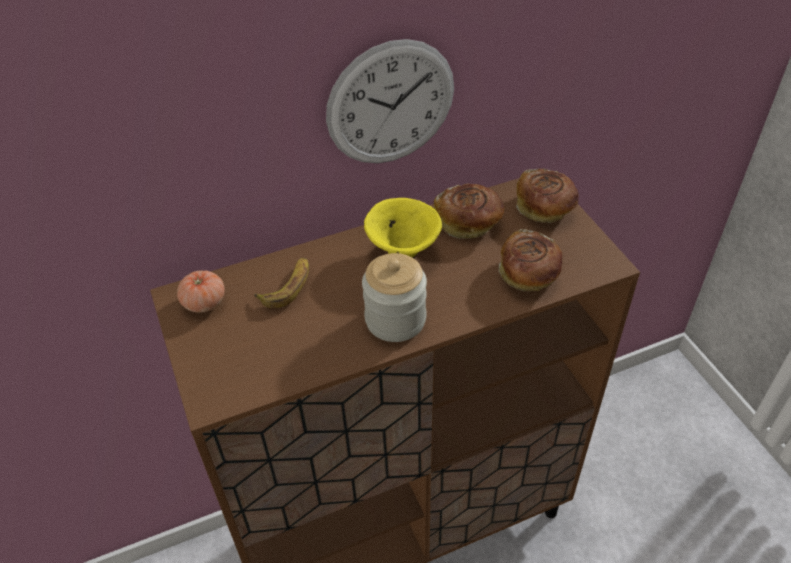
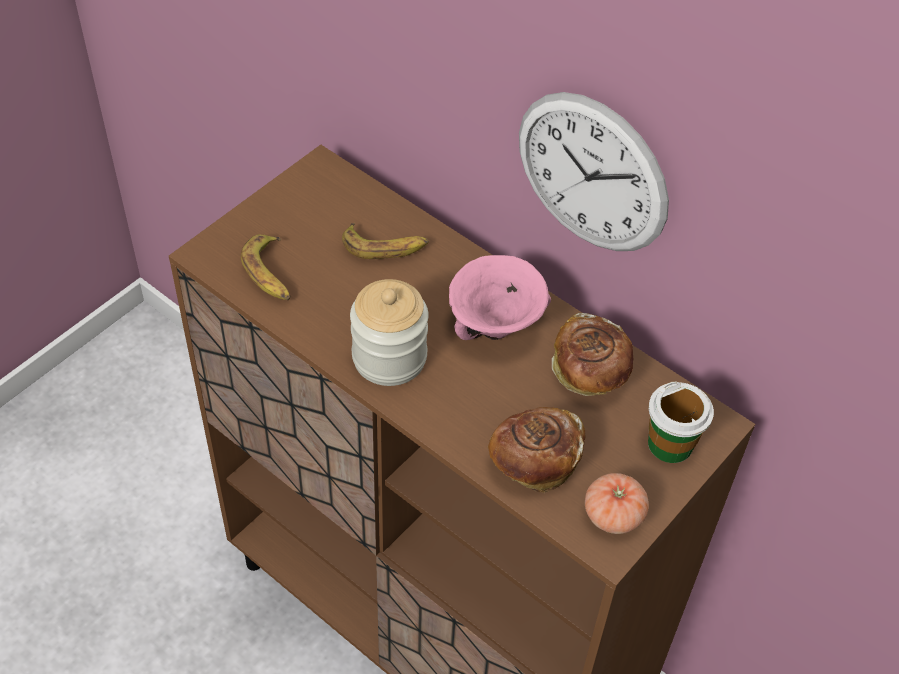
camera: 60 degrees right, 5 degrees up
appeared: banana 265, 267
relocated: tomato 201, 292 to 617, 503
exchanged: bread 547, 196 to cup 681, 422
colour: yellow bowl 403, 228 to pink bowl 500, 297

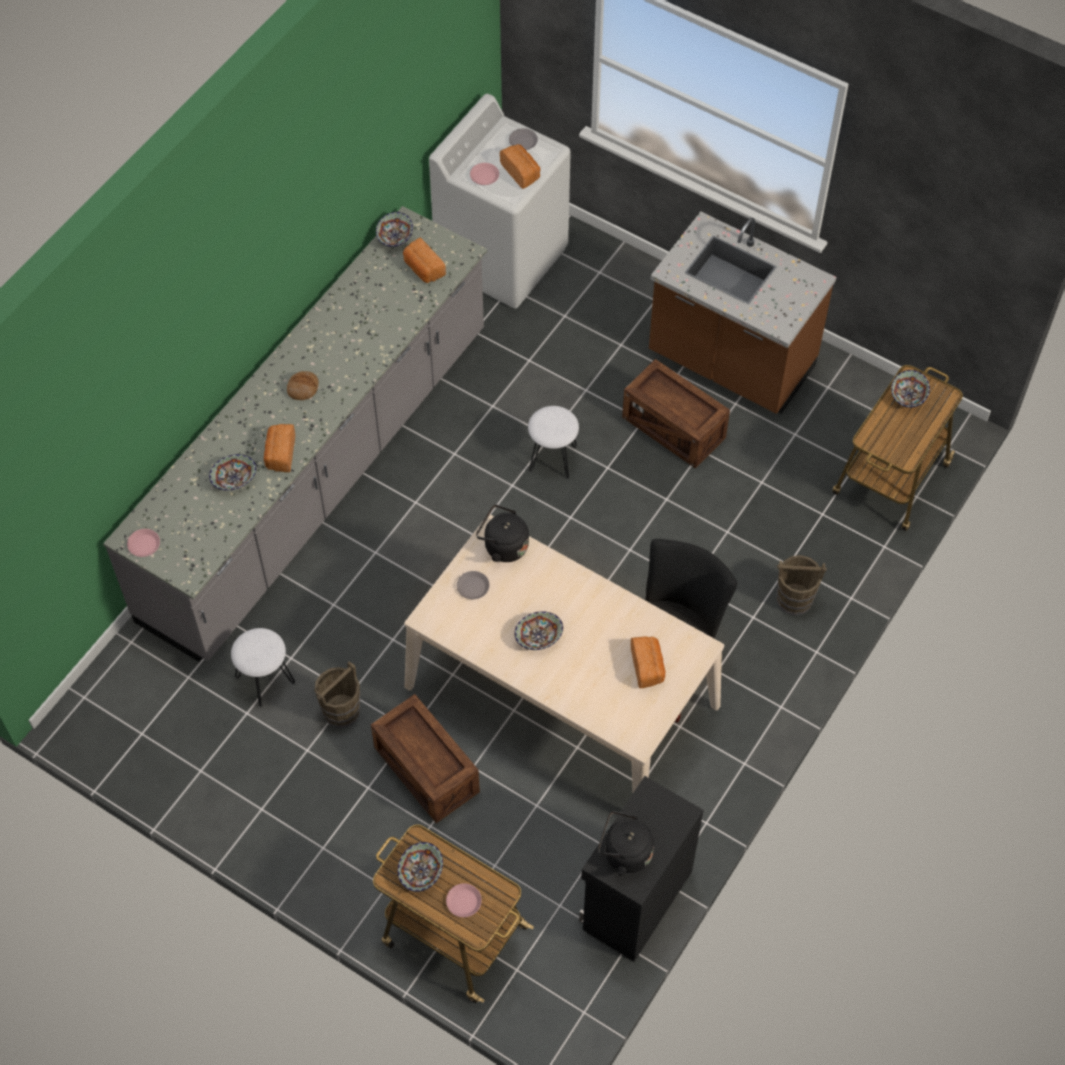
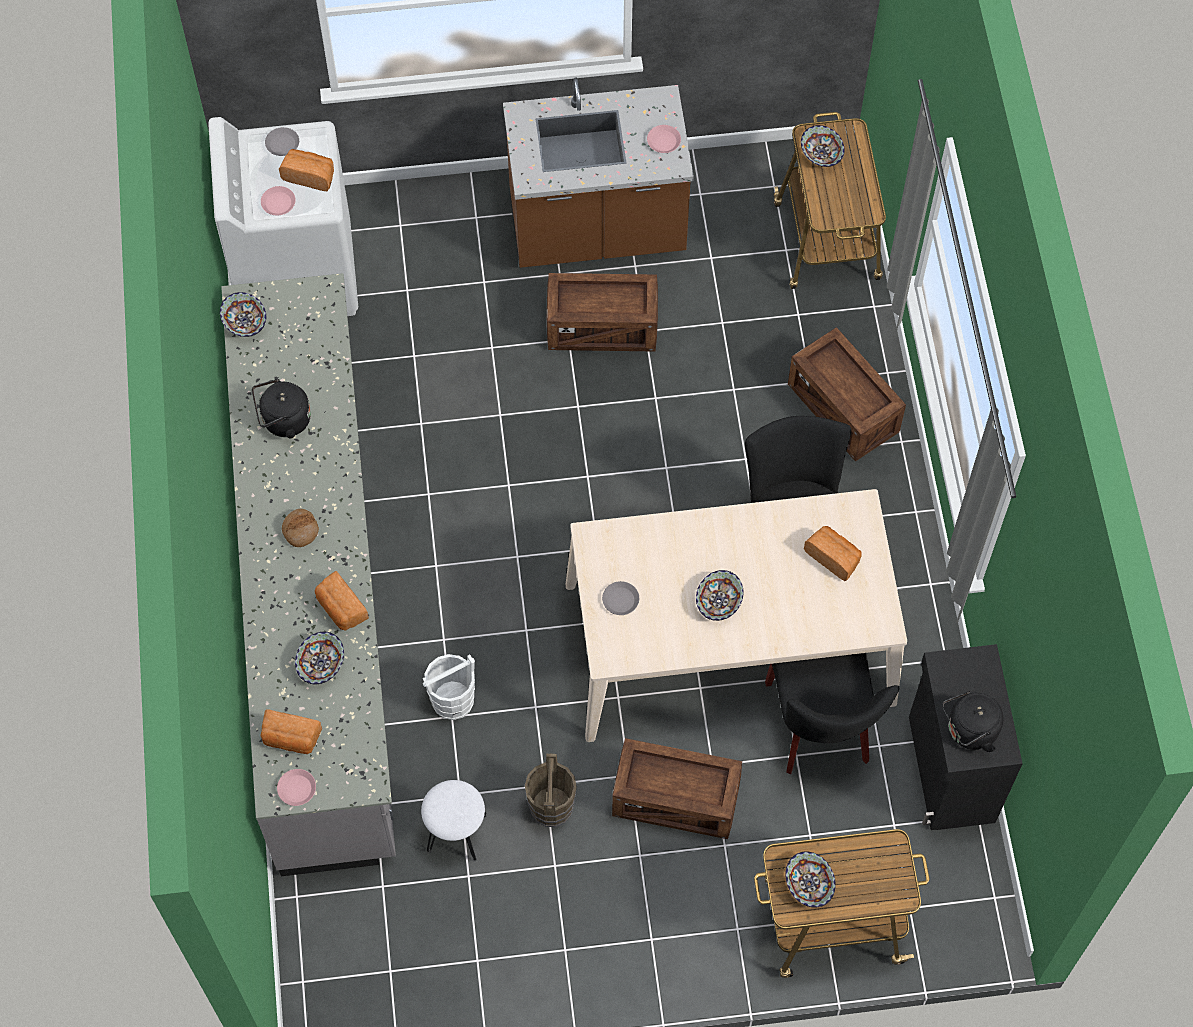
camera: 40 degrees left, 5 degrees up
missing: white stool 553, 442
appeared: white bucket 449, 687; black chair 832, 713
relocated: black kettle 502, 533 to 281, 409; bread 424, 260 to 291, 731; pink plate 464, 900 to 664, 139
exchanged: brown bucket 802, 585 to crate 847, 394

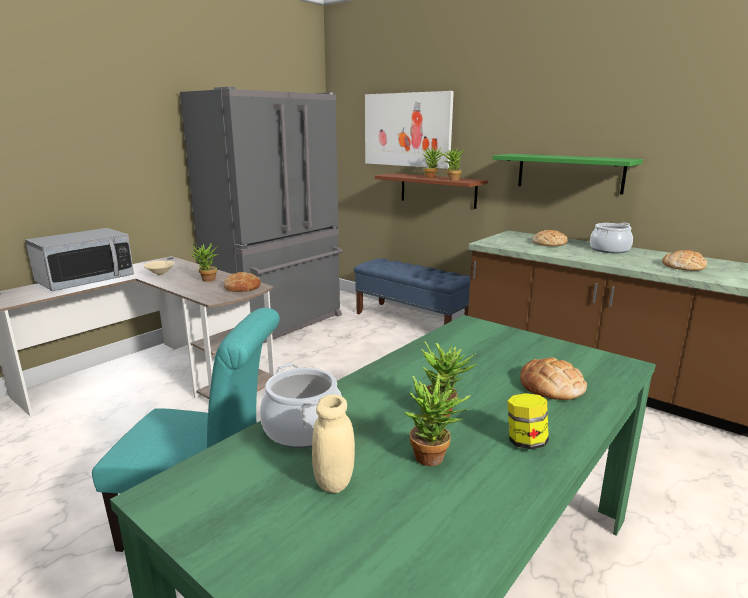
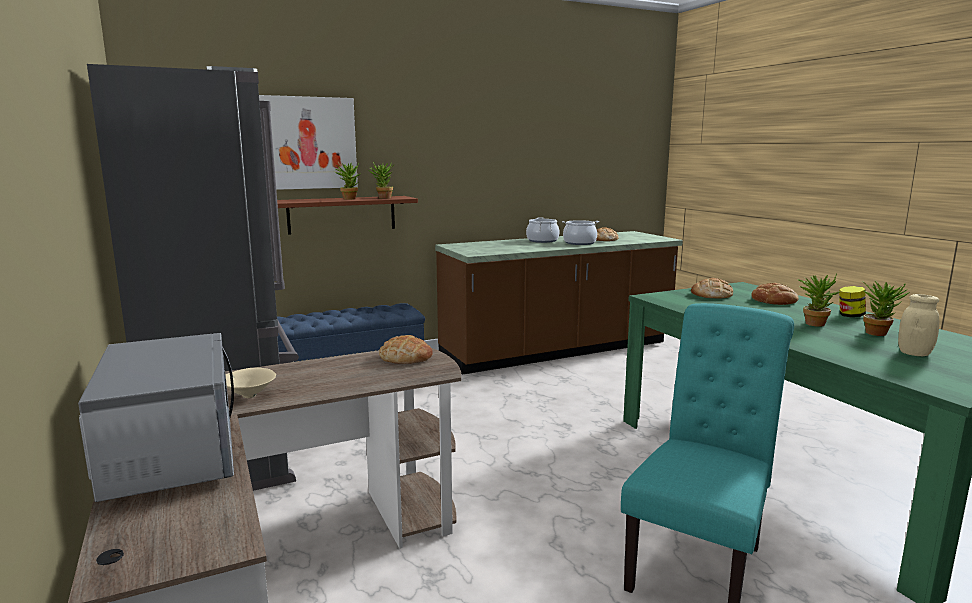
camera: 65 degrees left, 5 degrees down
missing: potted plant 204, 262; green shelf 567, 174
relocated: cooking pot 301, 405 to 580, 232; bread 550, 238 to 712, 288

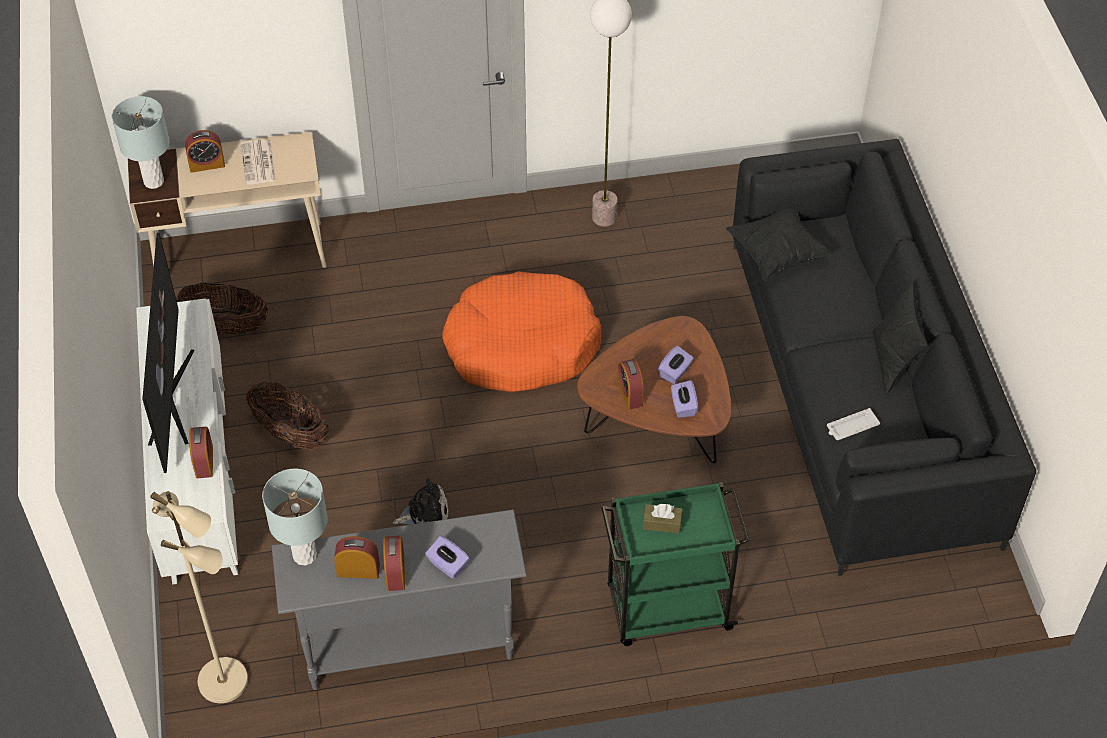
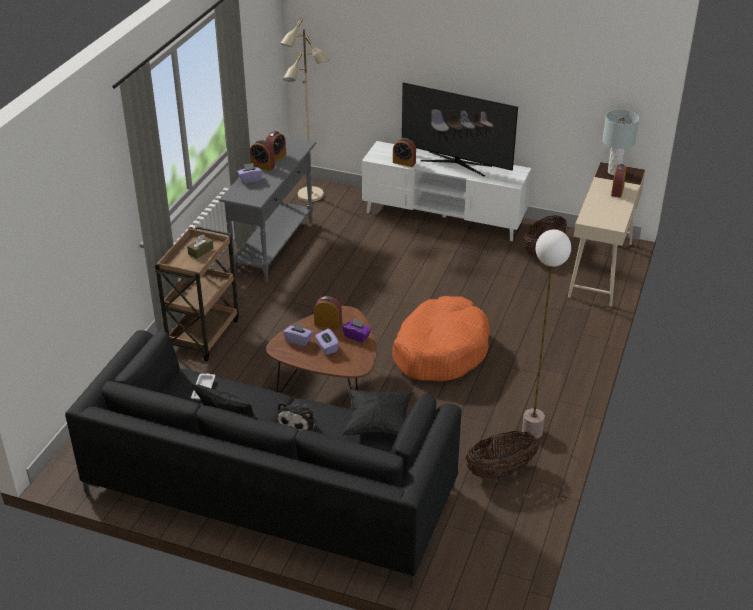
camera: 120 degrees right, 15 degrees down
missing: newspaper 258, 162; grey table lamp 295, 517
appeared: purple tissue box 356, 330
relocated: plush toy 420, 501 to 297, 416; basket 287, 415 to 502, 454
colour: green cart 675, 564 to brown cart 197, 293

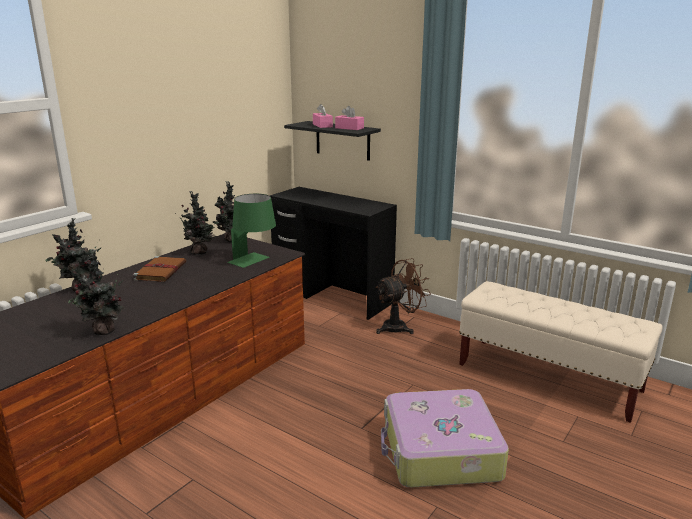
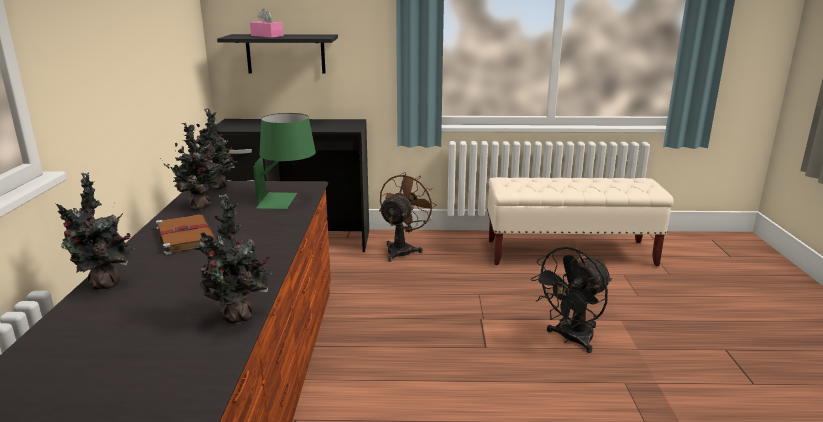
camera: 35 degrees left, 0 degrees up
missing: pink tissue box 349, 118
exchanged: suitcase 445, 438 to black fan 571, 300

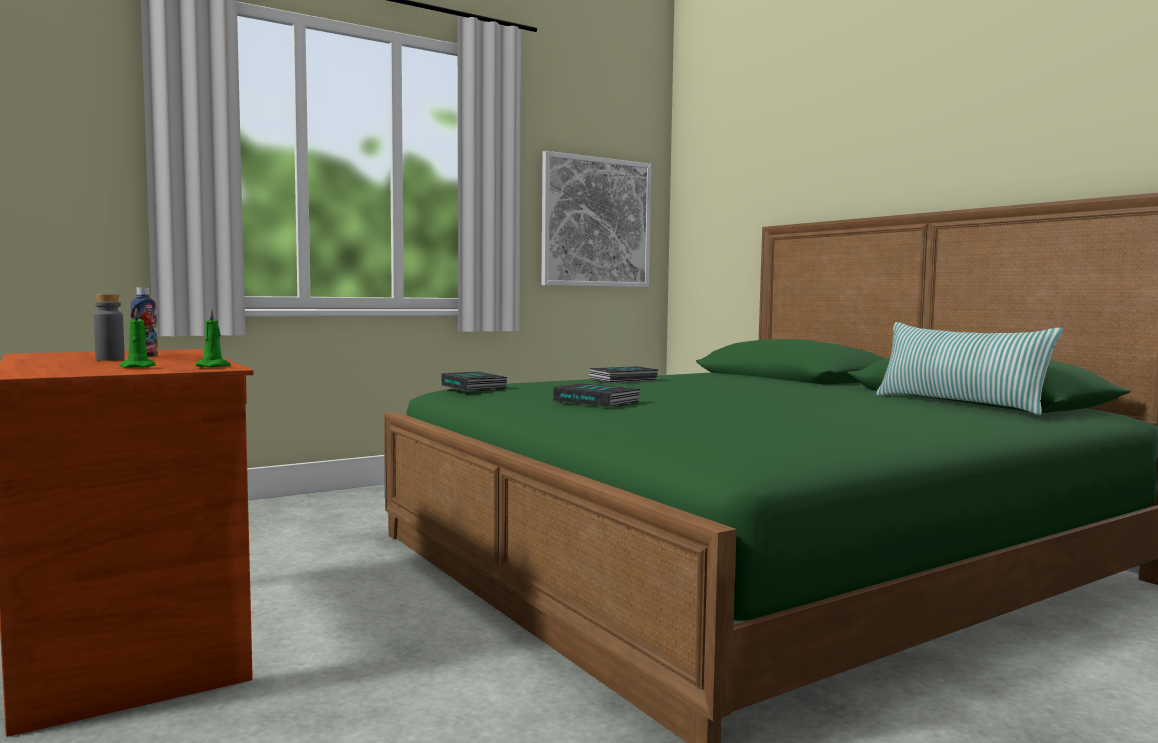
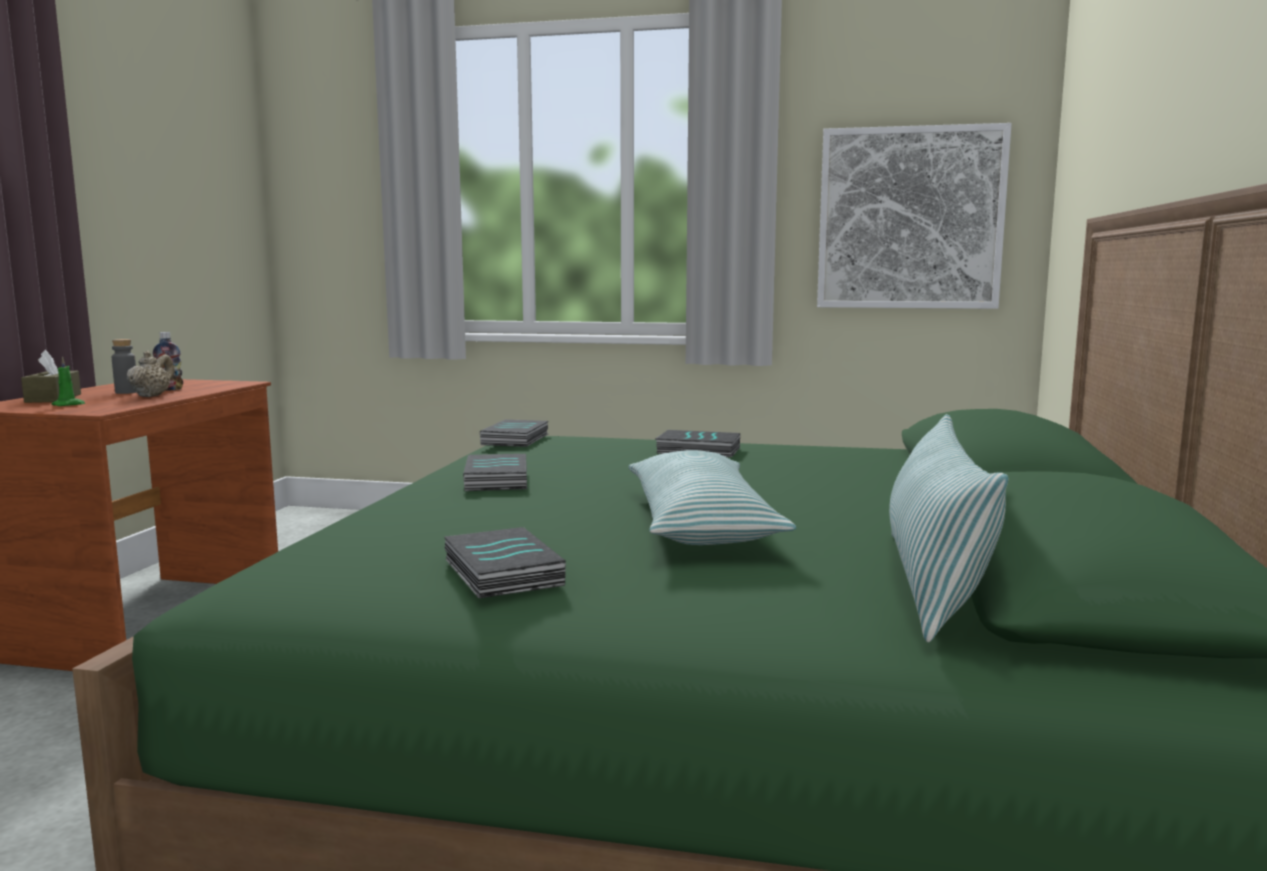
camera: 45 degrees right, 5 degrees up
missing: green candle 213, 337
appeared: brown tissue box 51, 376; beige teapot 150, 374; book 505, 562; pillow 712, 497

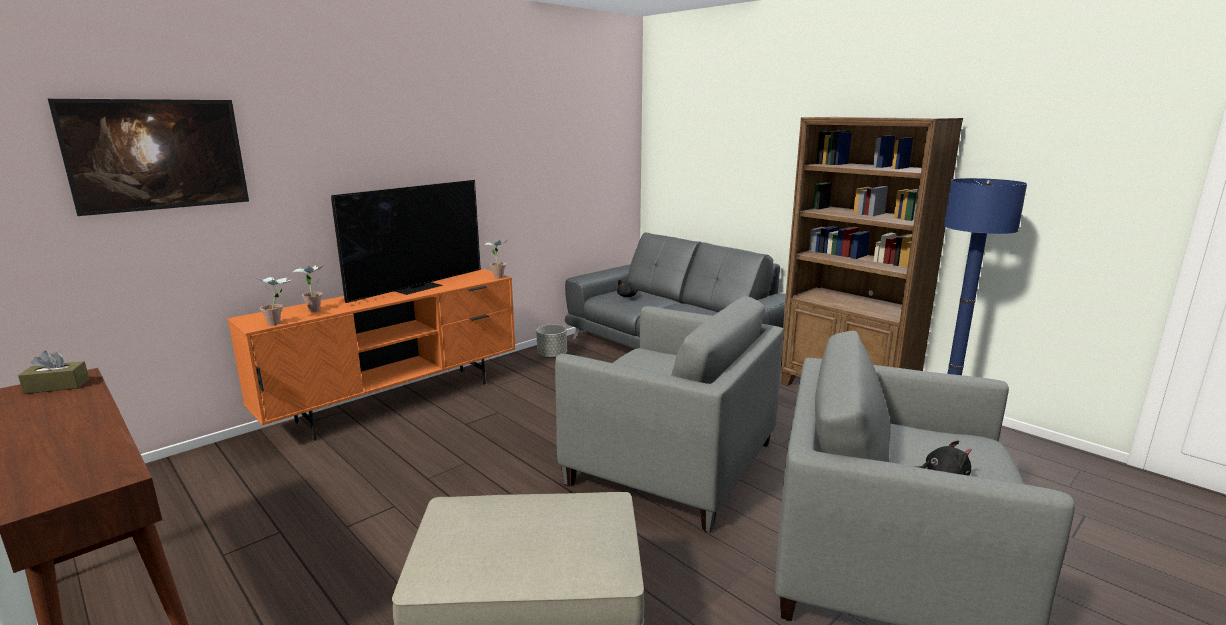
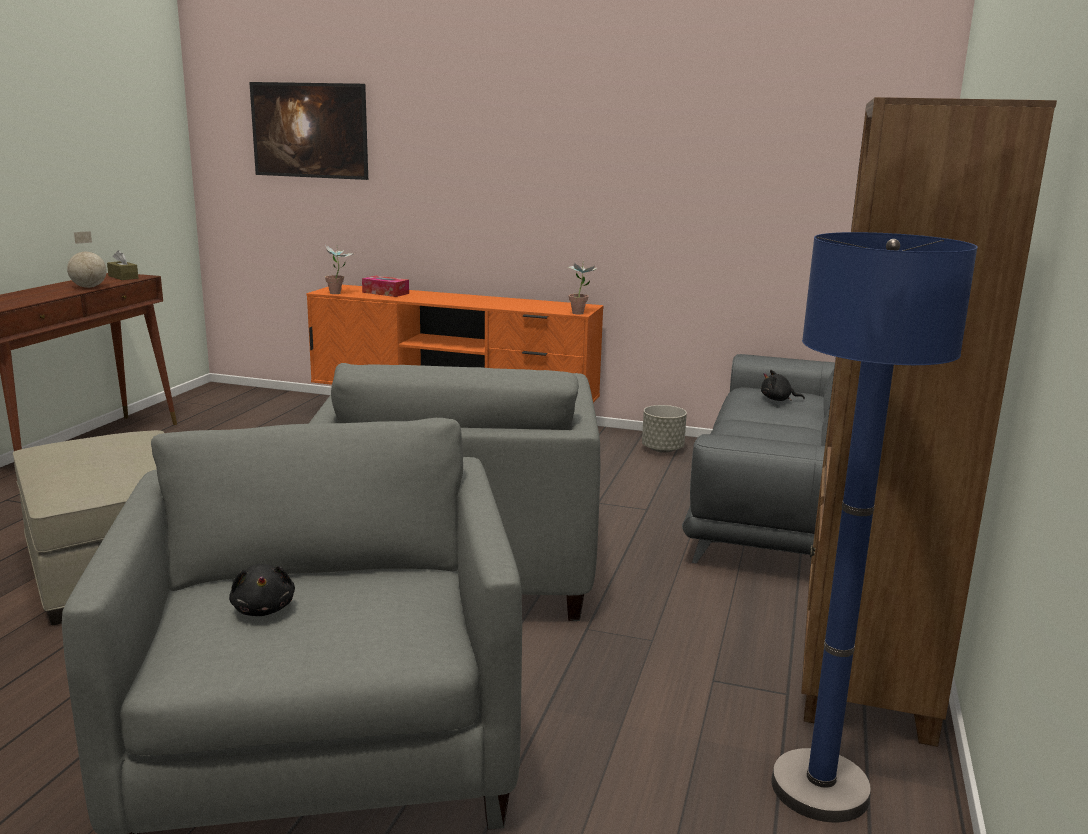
camera: 60 degrees right, 0 degrees up
missing: television 406, 241
appeared: globe 87, 259
exchanged: potted plant 308, 288 to tissue box 385, 286

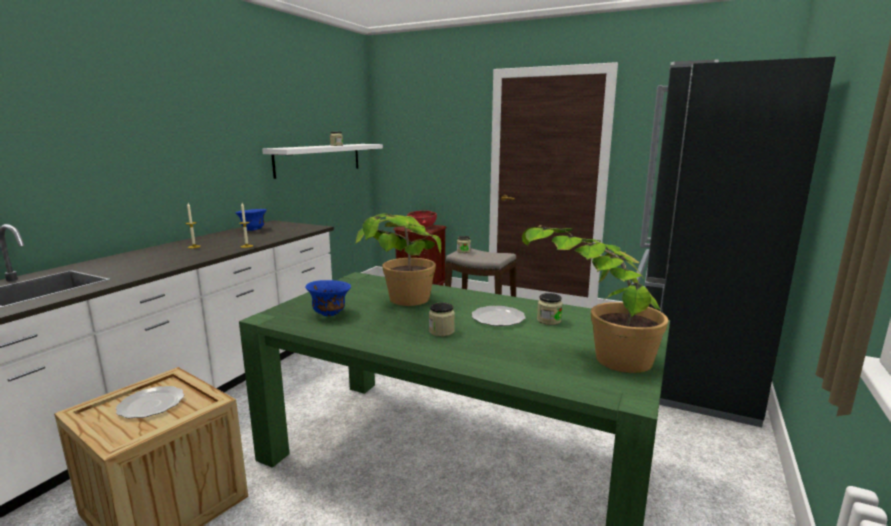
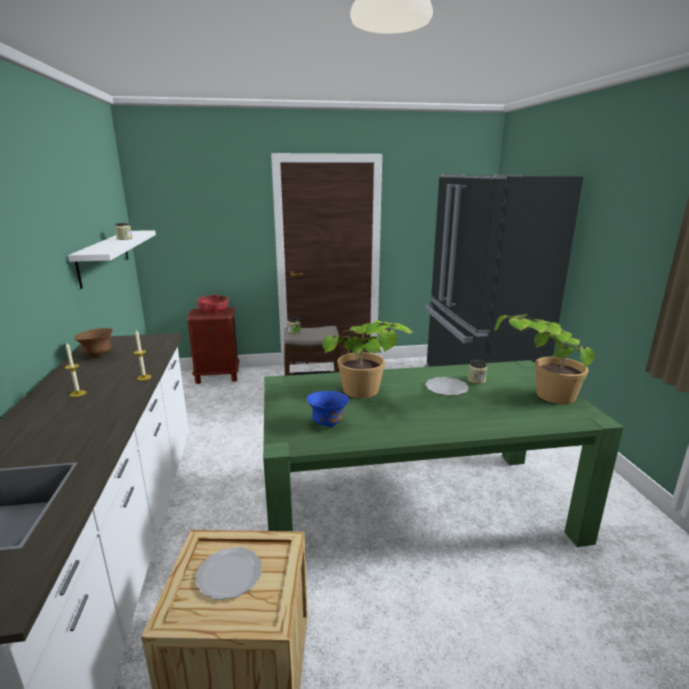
camera: 35 degrees left, 5 degrees up
missing: jar 442, 319
colour: blue bowl 251, 220 to brown bowl 93, 343

